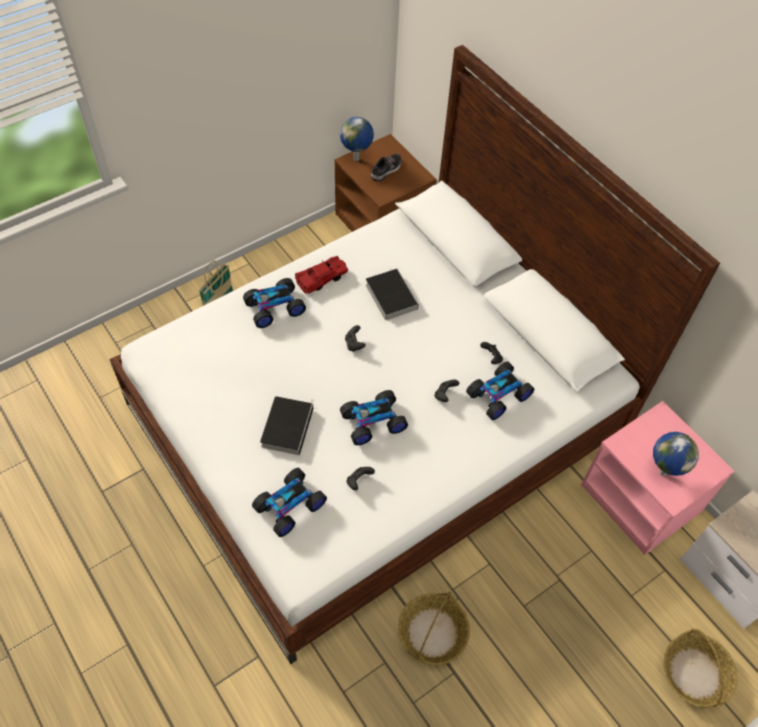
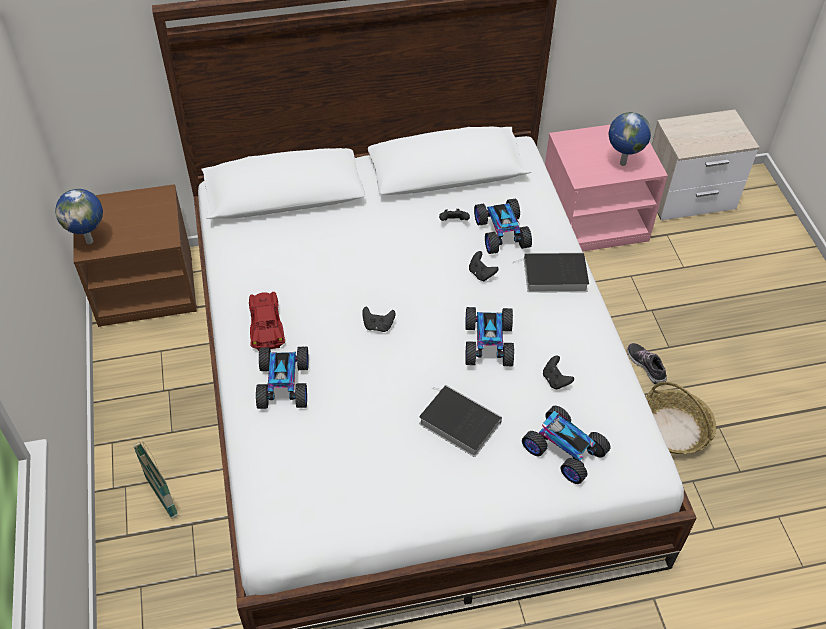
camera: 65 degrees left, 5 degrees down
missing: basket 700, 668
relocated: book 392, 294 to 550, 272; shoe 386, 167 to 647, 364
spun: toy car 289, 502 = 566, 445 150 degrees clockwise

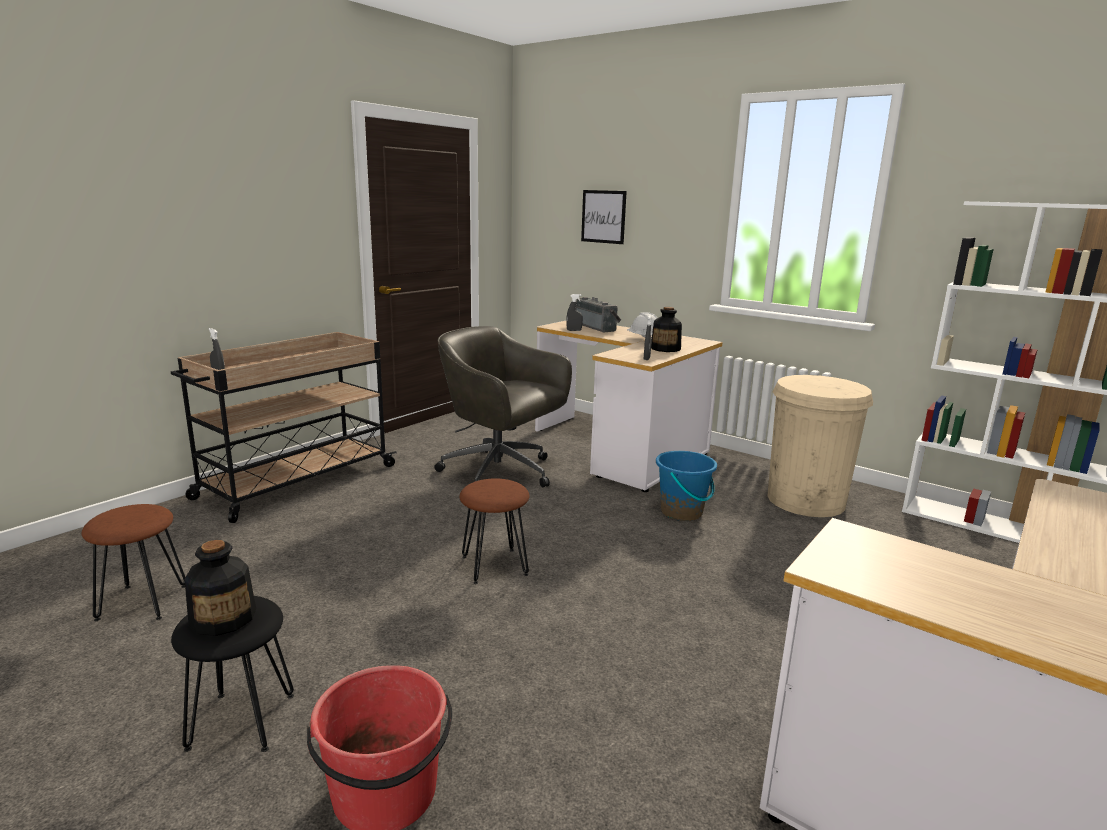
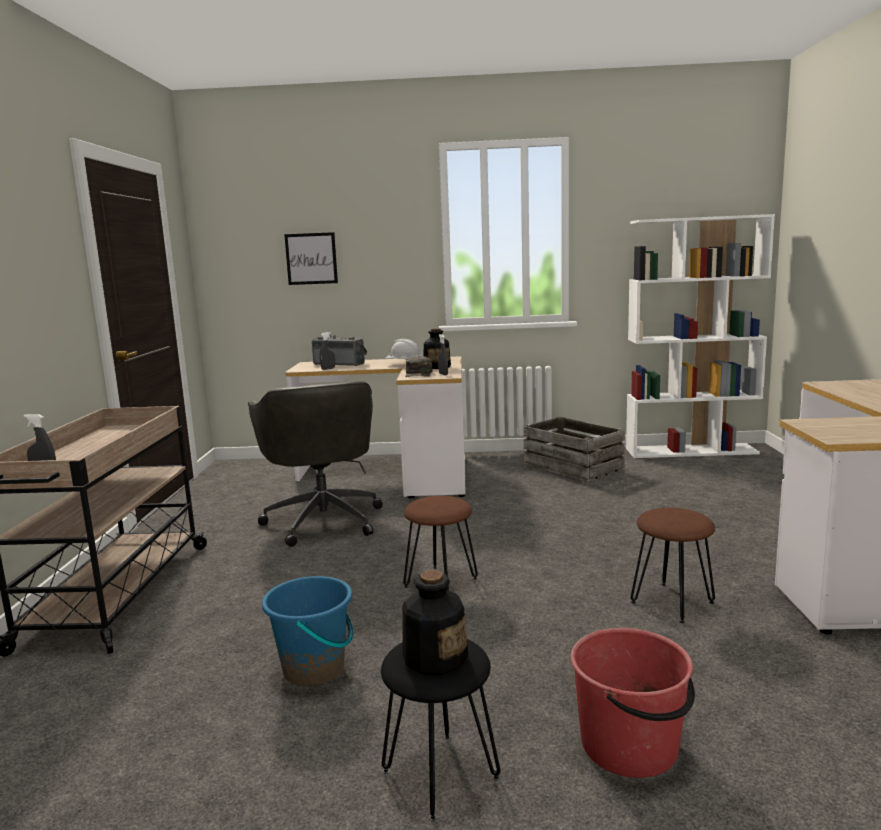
camera: 35 degrees left, 5 degrees down
appeared: green cap 419, 366
relocated: blue bucket 686, 486 to 308, 631; brown stool 133, 562 to 673, 565
exchanged: beige trash can 820, 446 to crate 574, 450
spun: grey office chair 503, 406 = 315, 464 105 degrees counterclockwise

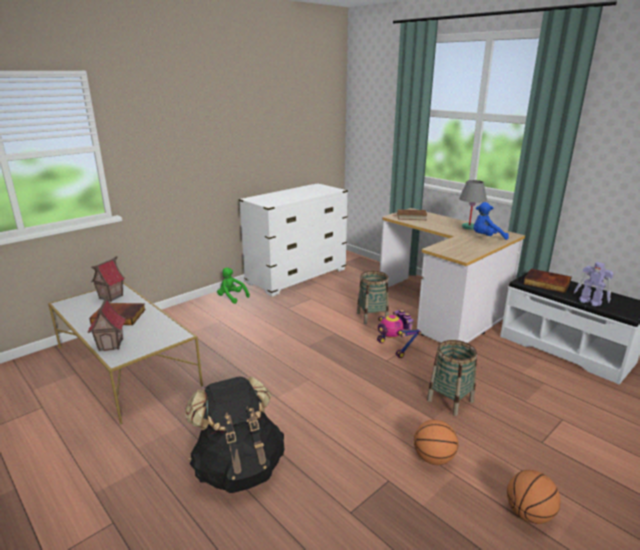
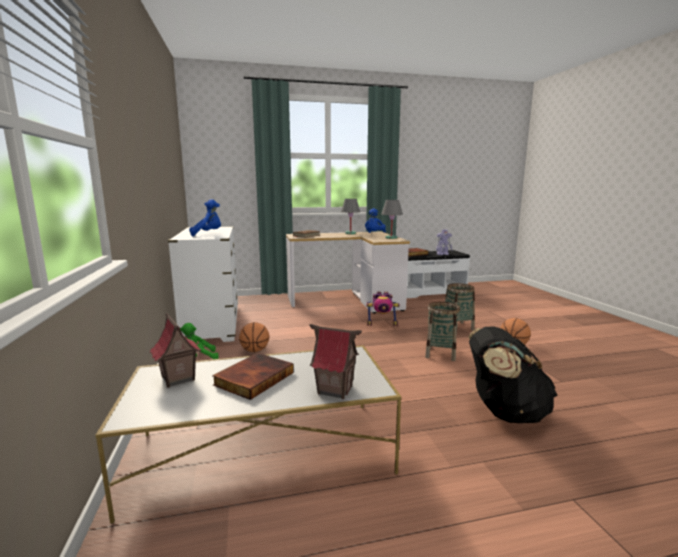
camera: 60 degrees left, 10 degrees down
appeared: blue plush toy 205, 217; grey table lamp 392, 219
relocated: basketball 533, 497 to 254, 337; basket 373, 297 to 442, 331

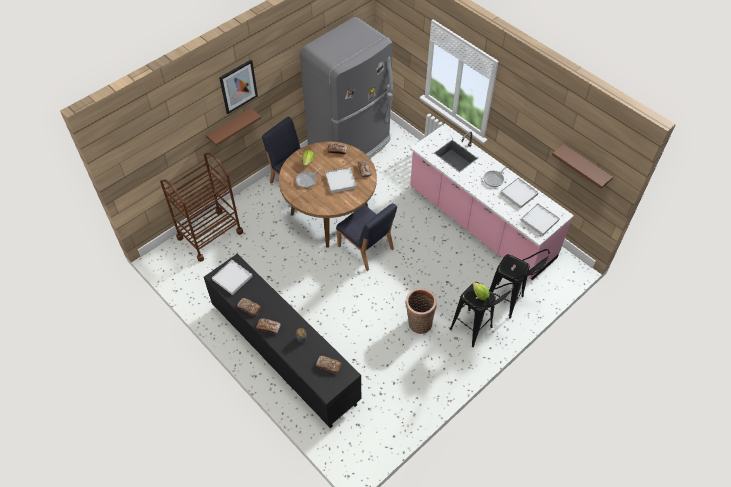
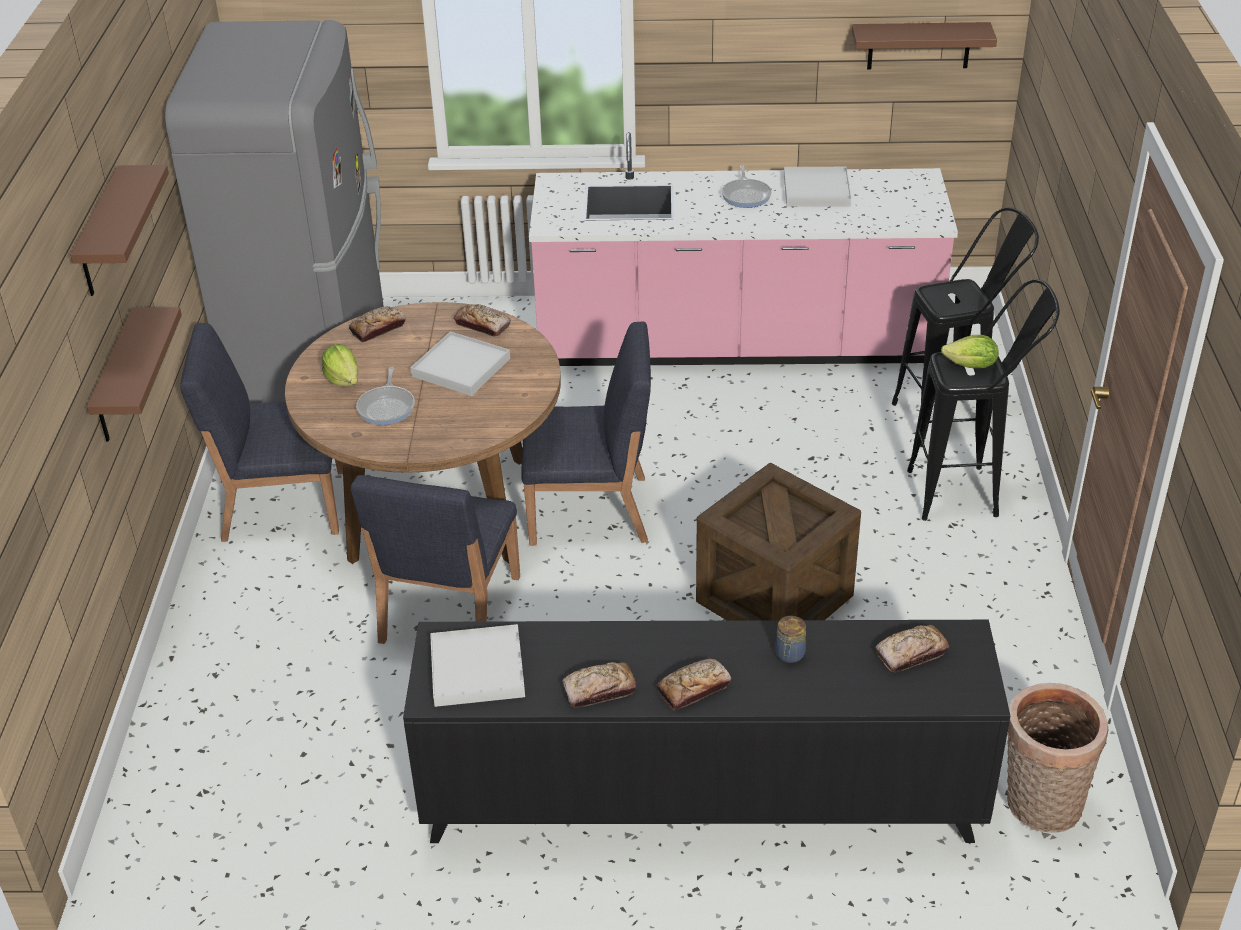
camera: 45 degrees left, 15 degrees down
missing: brown cart 201, 207; white tray 540, 220
appeared: blue chair 435, 559; crate 778, 542
relocated: basket 421, 311 to 1057, 758
exchanged: picture 238, 87 to brown shelf 119, 230

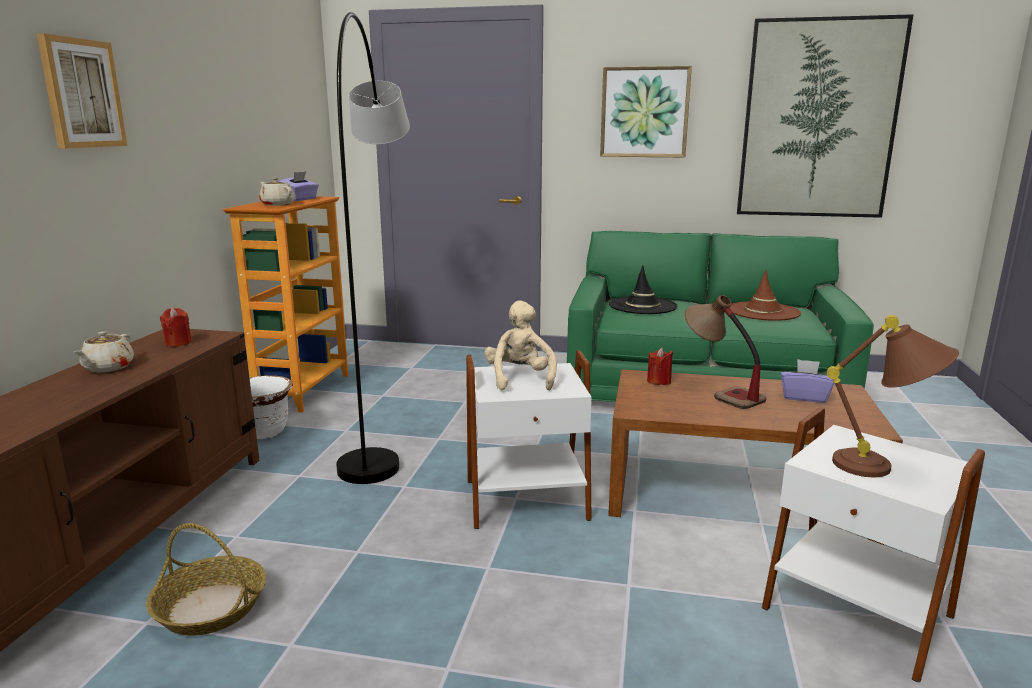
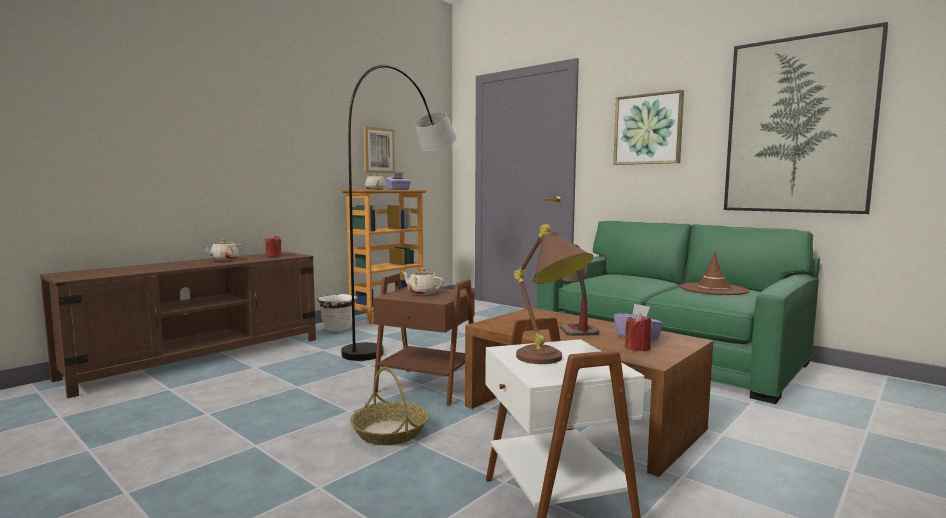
camera: 30 degrees right, 10 degrees down
missing: black hat 643, 289
relocated: basket 206, 579 to 389, 405; picture 82, 91 to 379, 149; red candle 660, 366 to 638, 332
exchanged: beige plush toy 520, 345 to beige teapot 422, 281
colour: white side table 529, 439 to brown side table 424, 339

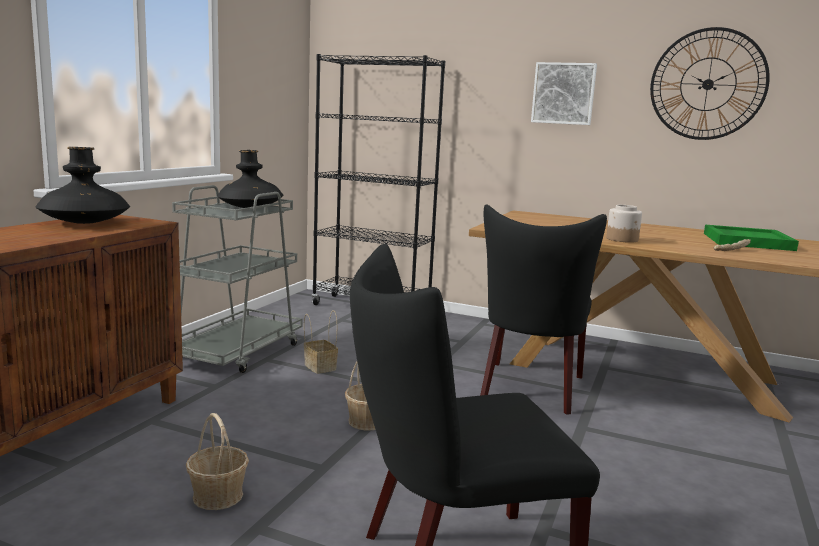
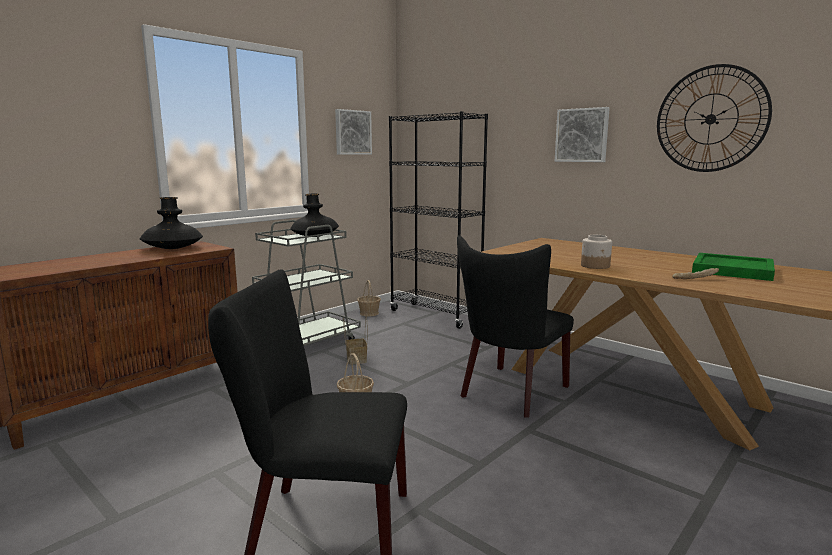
camera: 20 degrees right, 0 degrees up
appeared: picture 353, 132
relocated: basket 217, 461 to 369, 298

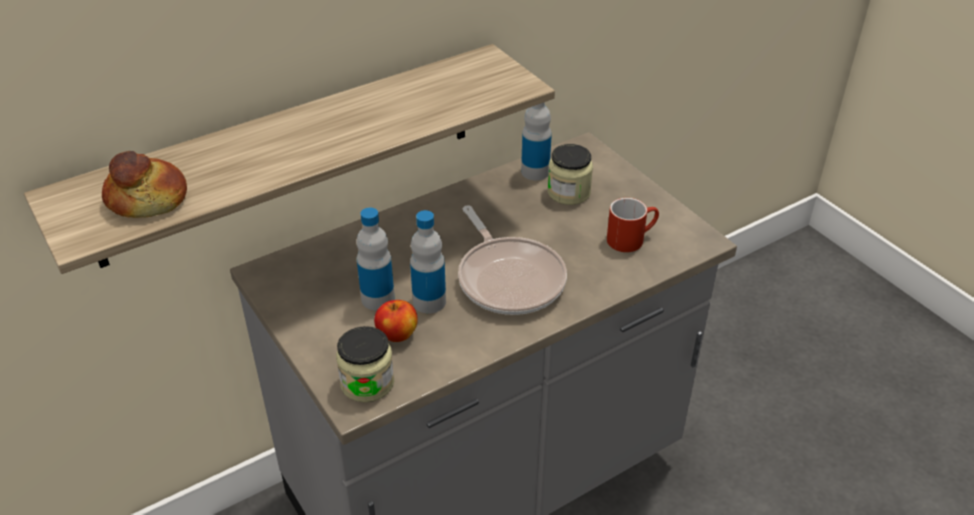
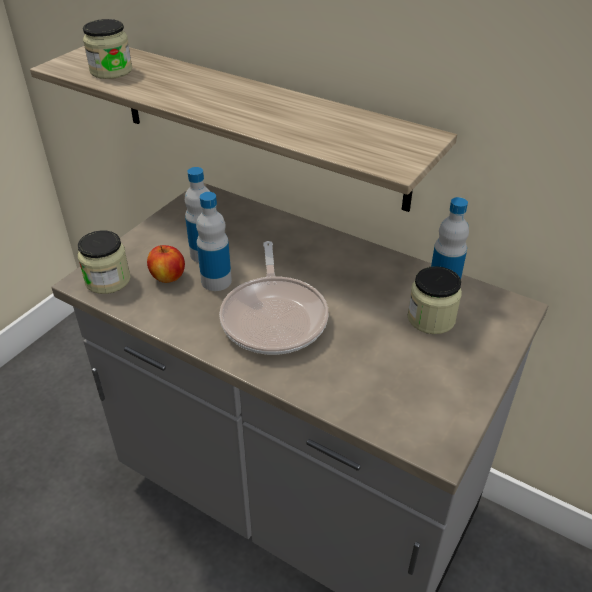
camera: 65 degrees right, 0 degrees up
missing: red mug 633, 225
exchanged: bread 144, 184 to jar 107, 49
spun: frying pan 512, 260 = 273, 298 45 degrees counterclockwise

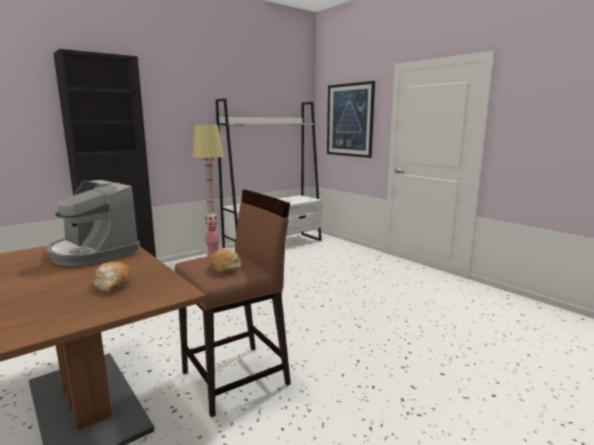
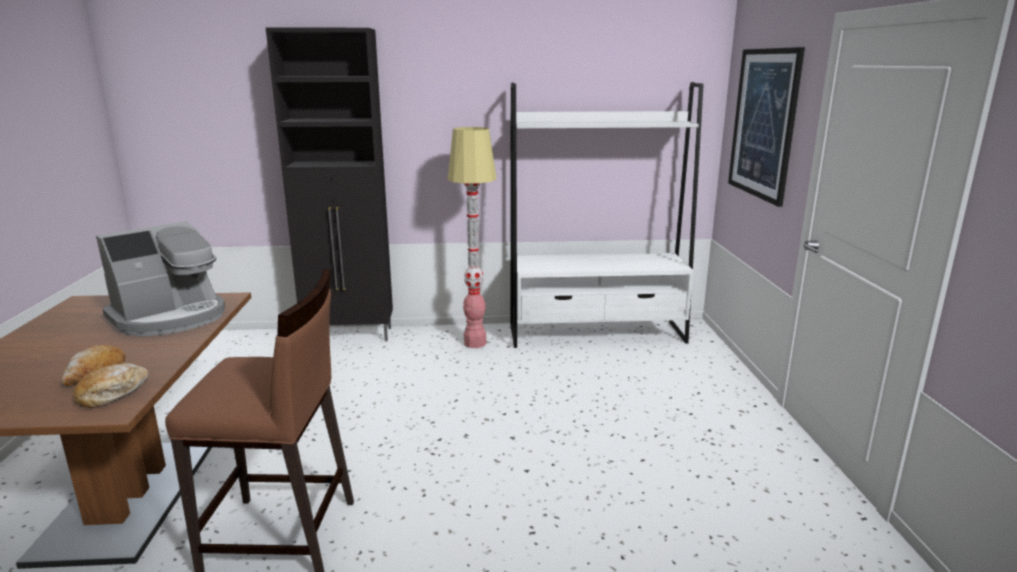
camera: 35 degrees right, 5 degrees up
relocated: bread 225, 261 to 111, 385
spun: coffee machine 93, 223 = 160, 278 120 degrees counterclockwise

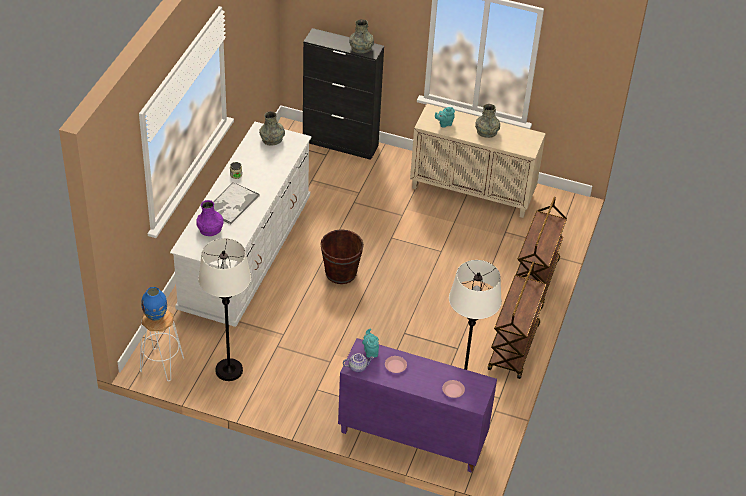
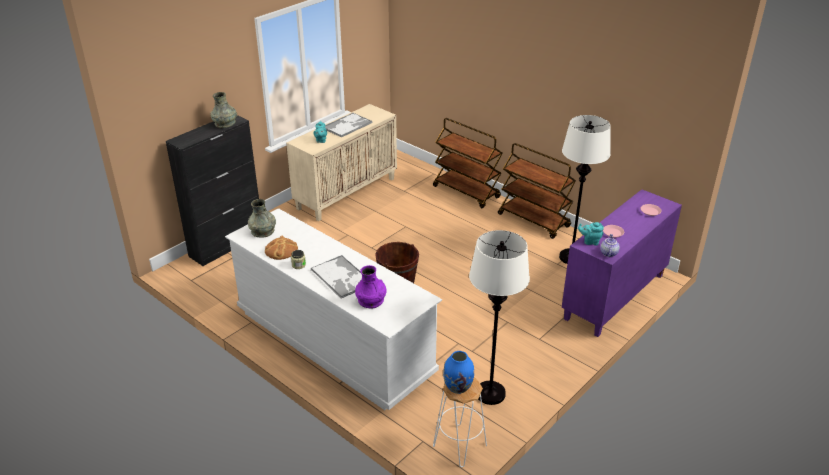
camera: 65 degrees left, 10 degrees down
appeared: bread 281, 248
exchanged: grey vase 487, 121 to tray 348, 125

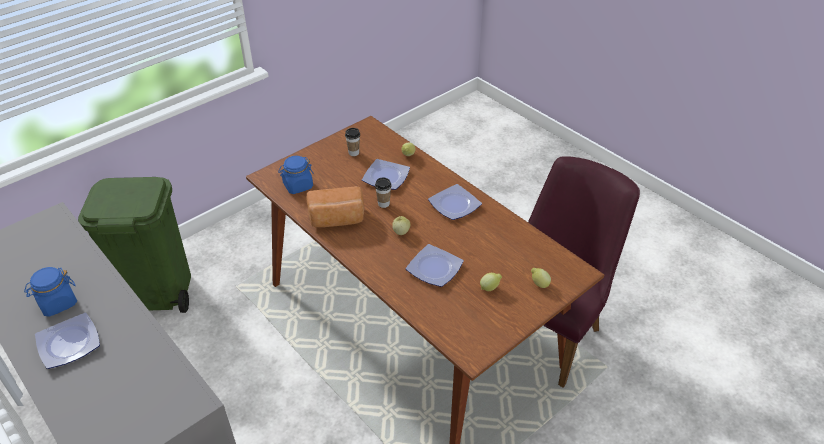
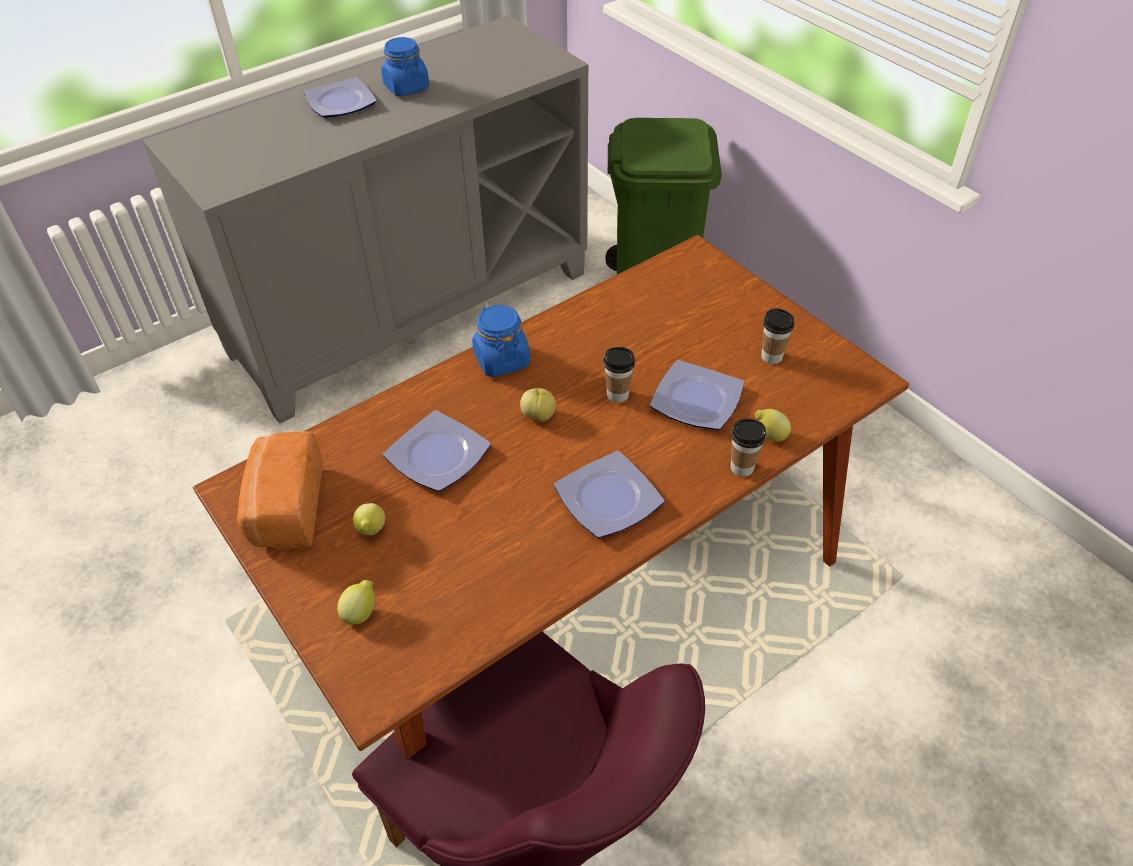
camera: 95 degrees right, 5 degrees up
appeared: cup 748, 448
relocated: bread 335, 206 to 279, 490; blue jar 296, 175 to 501, 340

